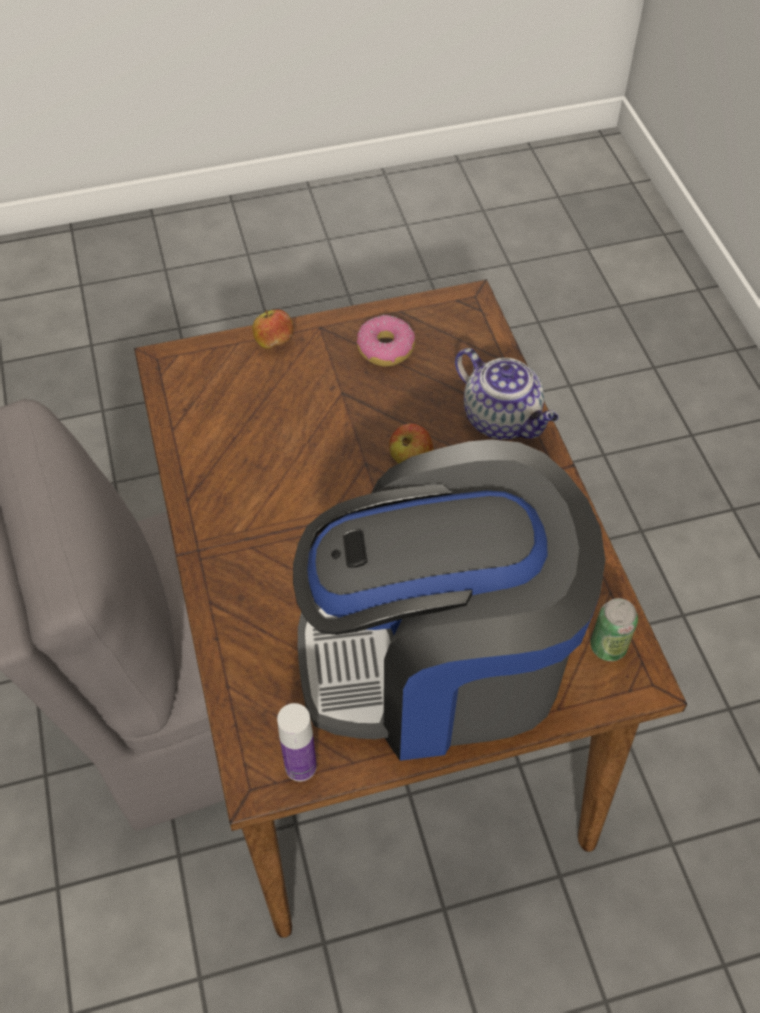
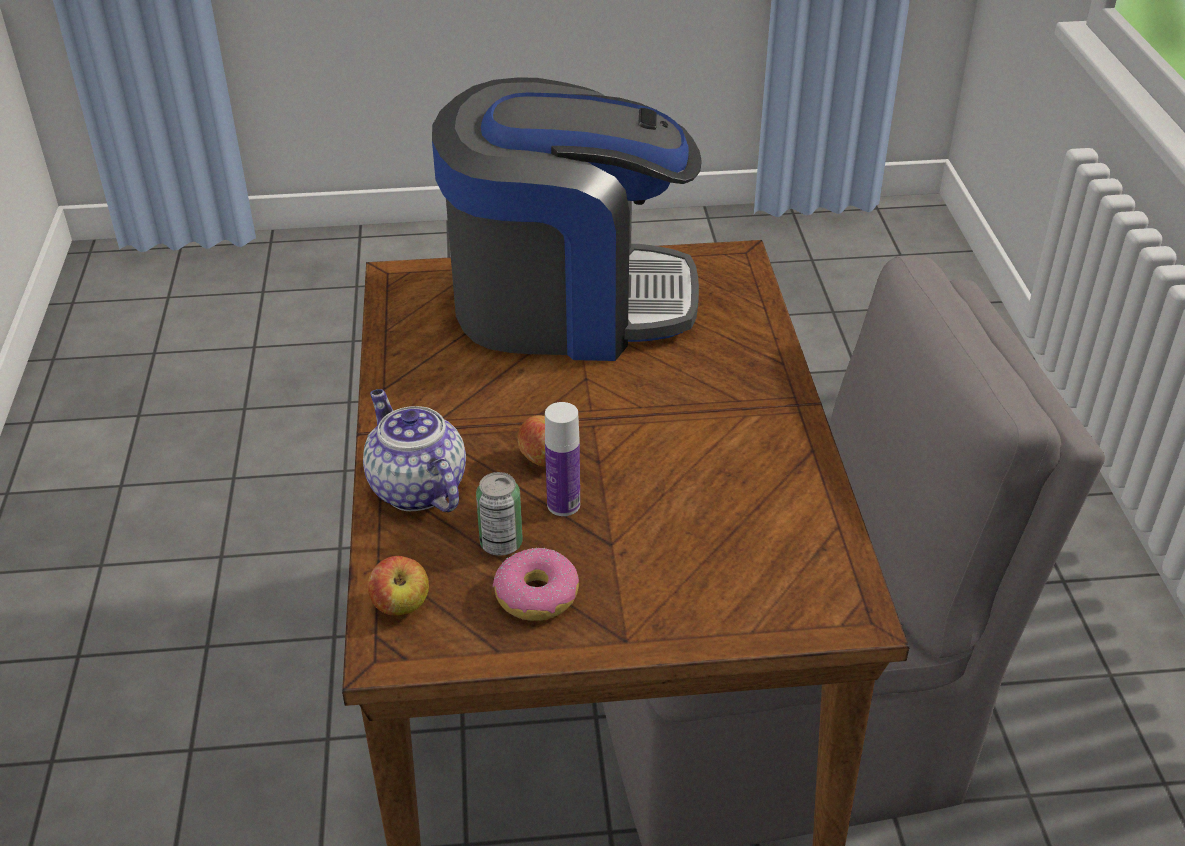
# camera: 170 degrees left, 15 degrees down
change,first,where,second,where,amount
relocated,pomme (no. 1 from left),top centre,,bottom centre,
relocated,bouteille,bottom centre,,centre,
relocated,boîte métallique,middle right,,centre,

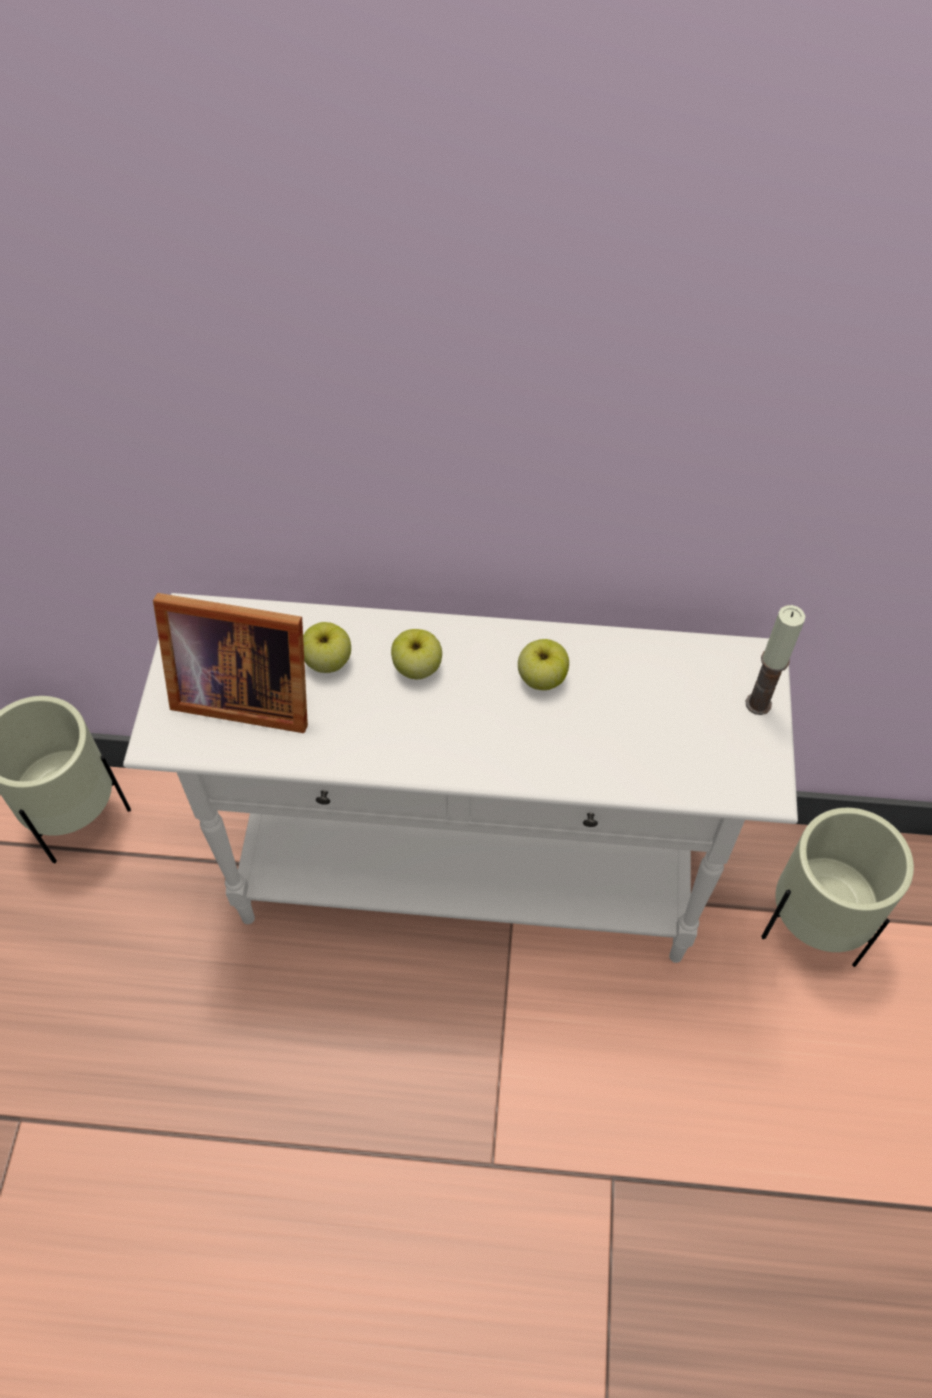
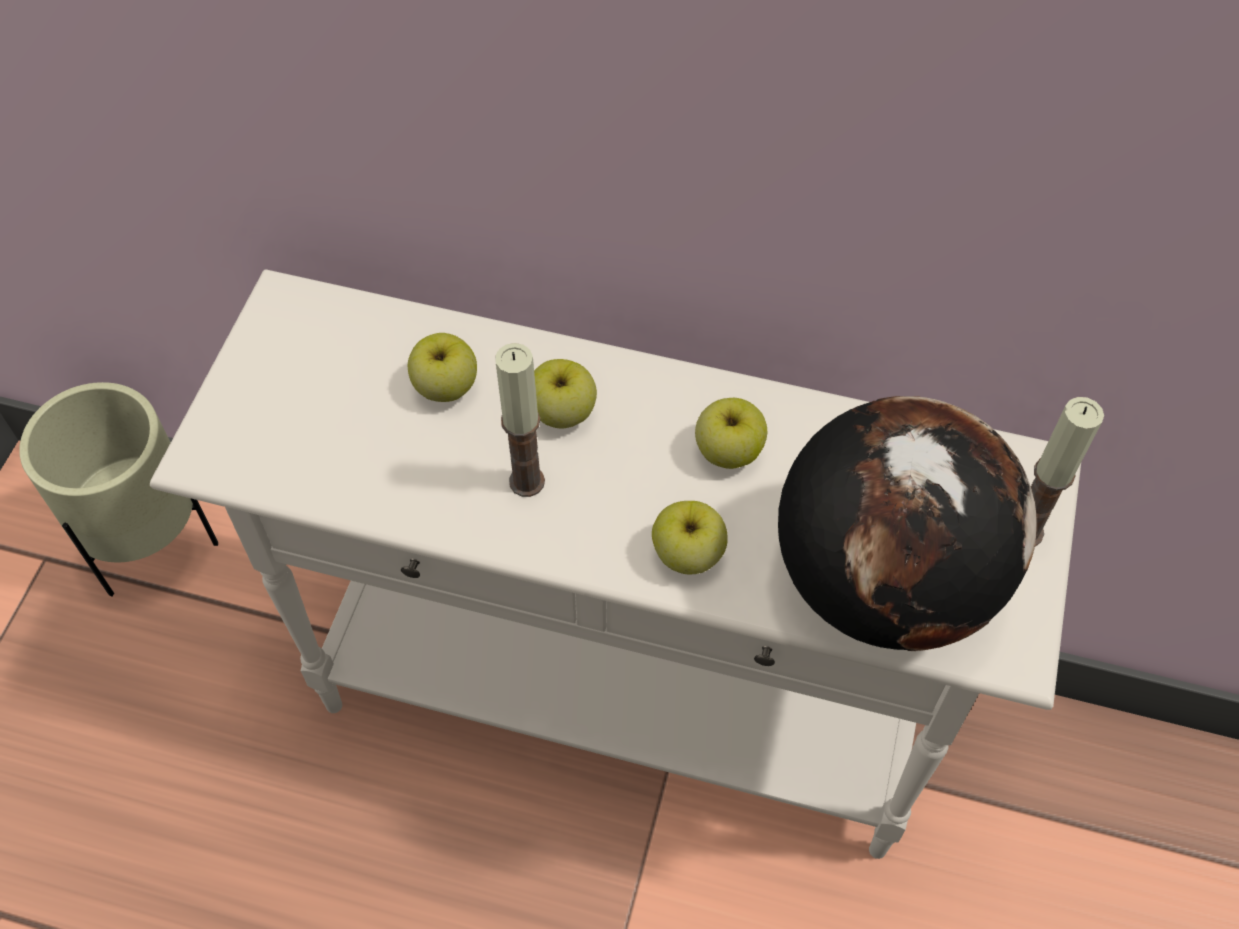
# camera: 10 degrees right, 0 degrees up
change,first,where,second,where,amount
missing,cadre photo,middle left,,,
missing,cache-pot (beige) (no. 2 from left),middle right,,,
appeared,,,bougie (no. 1 from left),centre,
appeared,,,pomme (no. 3 from left),centre,
appeared,,,globe,middle right,

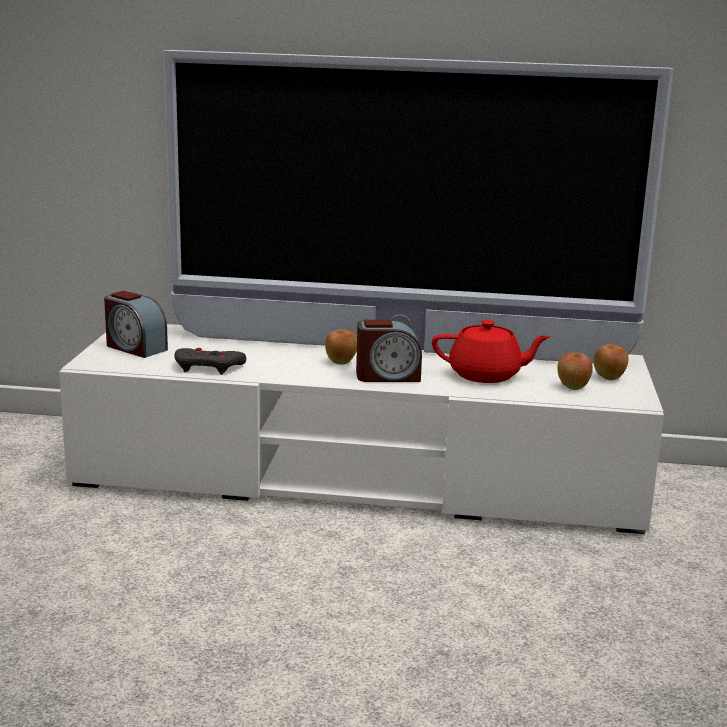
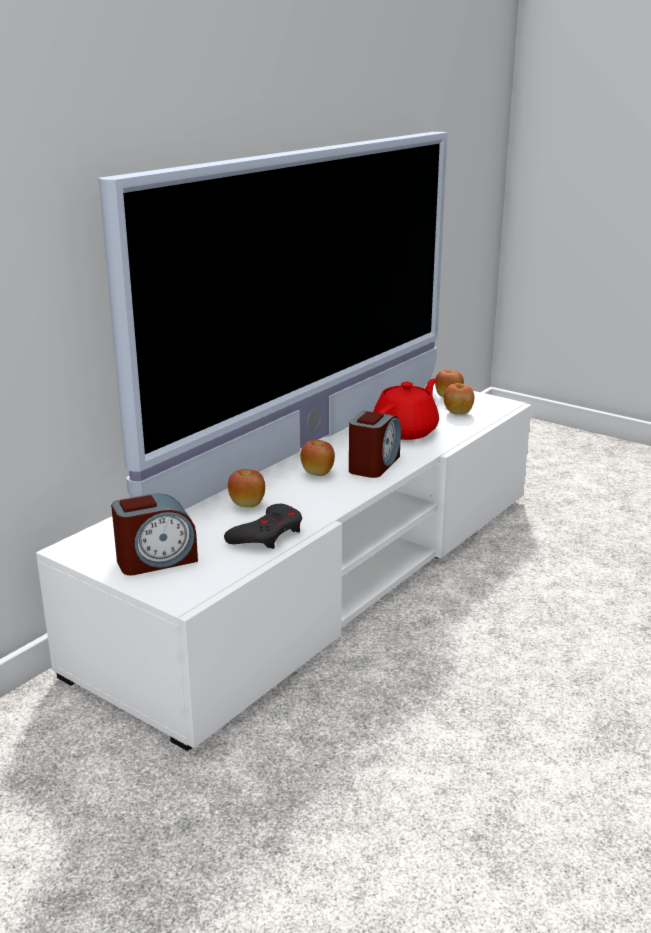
# camera: 60 degrees left, 5 degrees up
change,first,where,second,where,amount
appeared,,,pomme (no. 1 from left),centre,

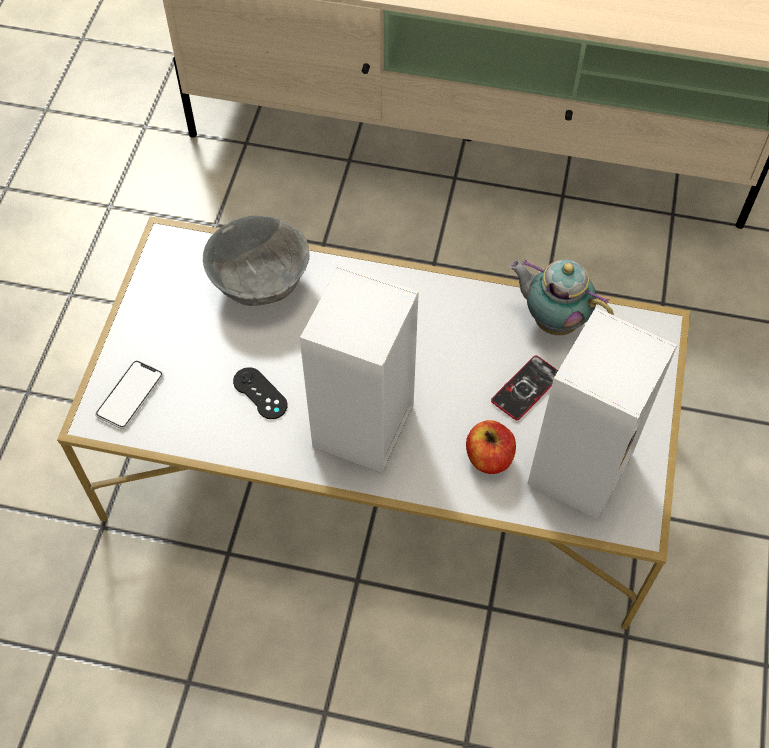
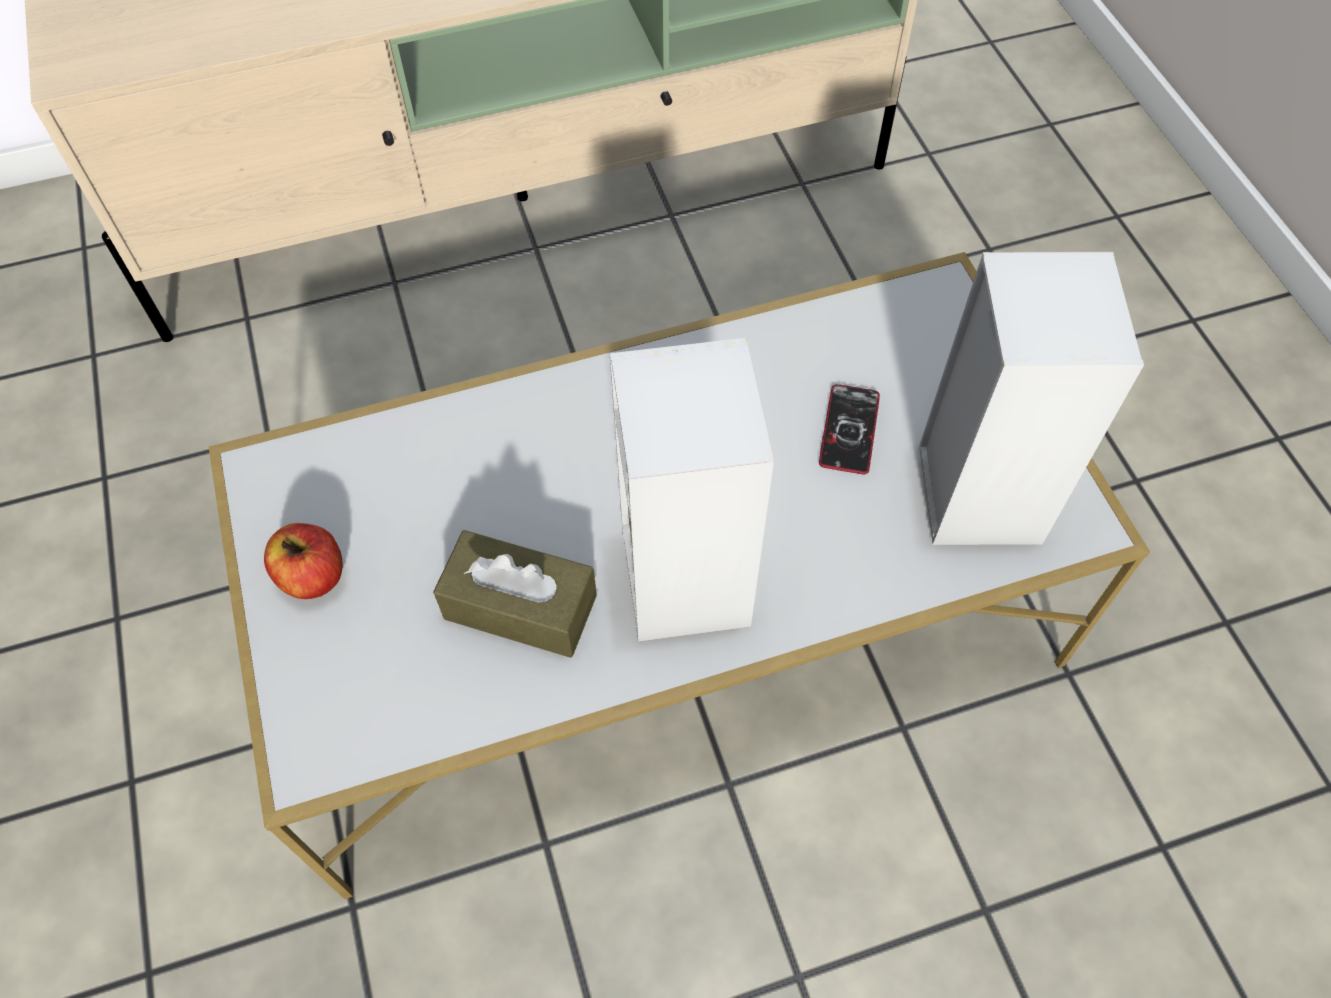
# camera: 30 degrees left, 0 degrees up
change,first,where,second,where,amount
missing,téléphone (no. 1 from left),middle left,,,
missing,bol (gris),middle left,,,
exchanged,manette (noir),centre,boîte à mouchoirs (marron),centre,
relocated,pomme,centre,,middle left,
missing,théière,middle right,,,

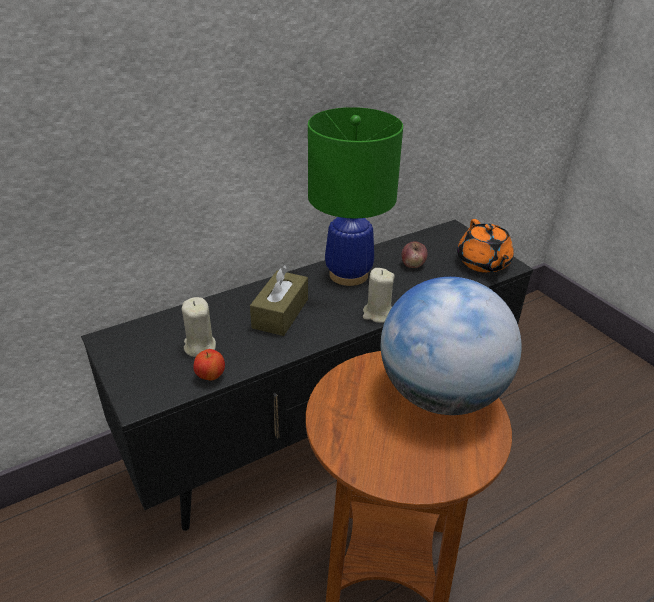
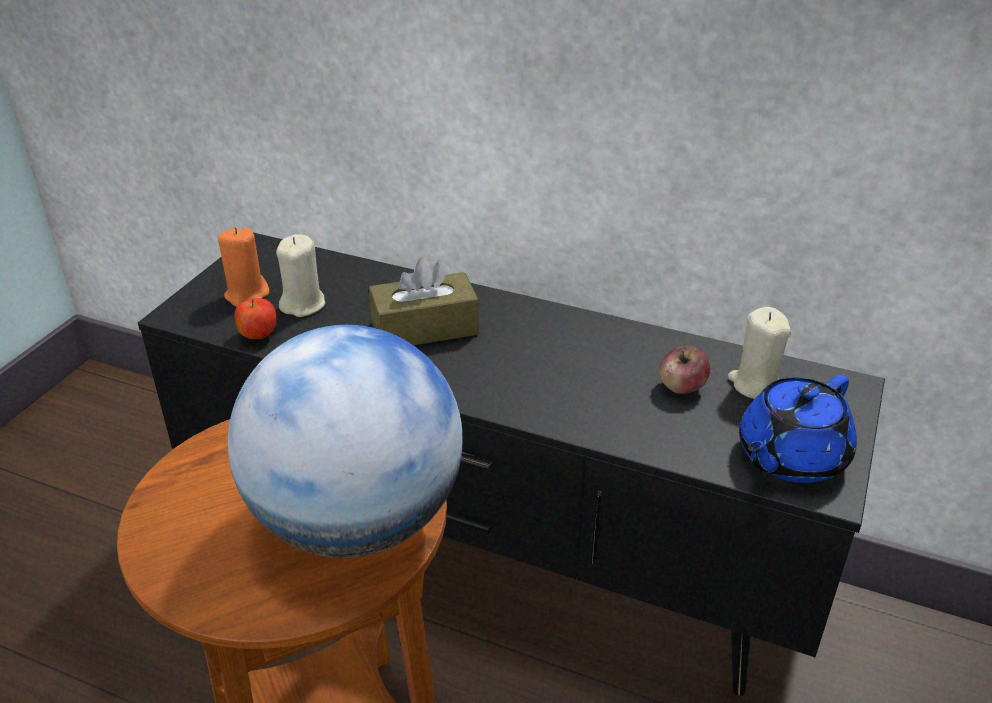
# camera: 55 degrees right, 0 degrees up
change,first,where,second,where,amount
missing,lampe de table (vert),top centre,,,
relocated,bougie (beige) (no. 2 from left),centre,,middle right,
colour,théière (orange),middle right,théière (bleu),middle right,
appeared,,,bougie (orange),middle left,

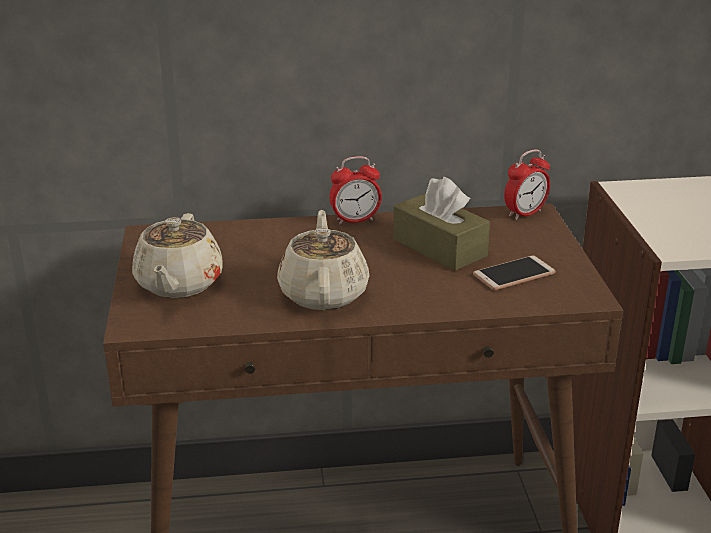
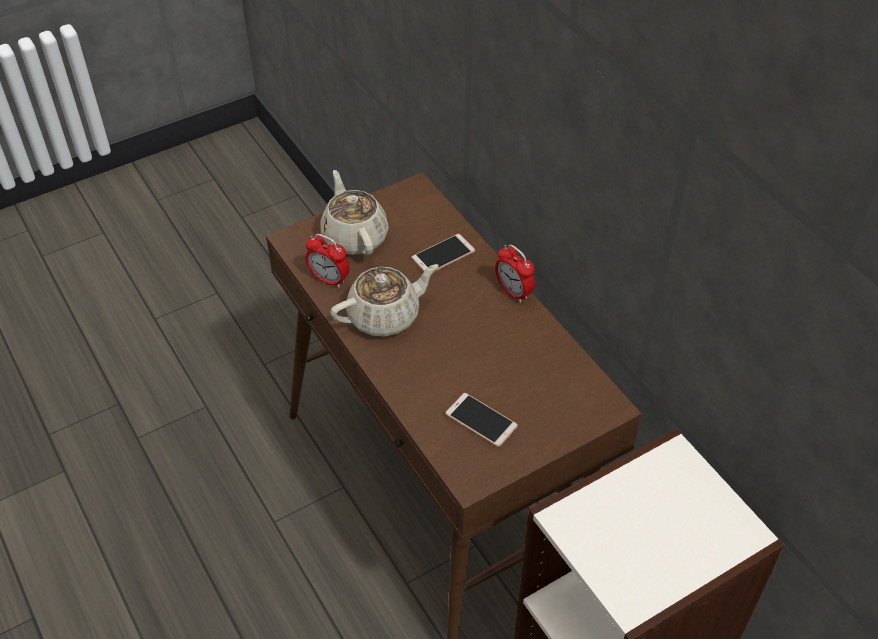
# camera: 65 degrees right, 20 degrees up
change,first,where,second,where,amount
spun,théière (beige) (no. 1 from left),middle left,,top centre,90 degrees clockwise
missing,boîte à mouchoirs (marron),centre,,,
relocated,réveil (no. 2 from left in the first image),middle right,réveil (no. 1 from left),centre,
appeared,,,téléphone (no. 1 from left),centre,

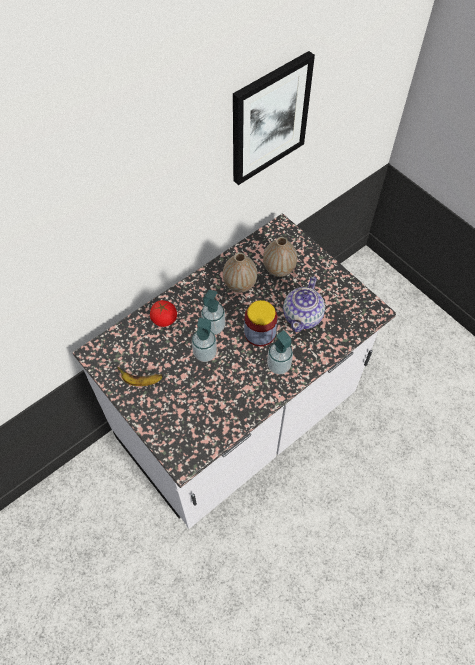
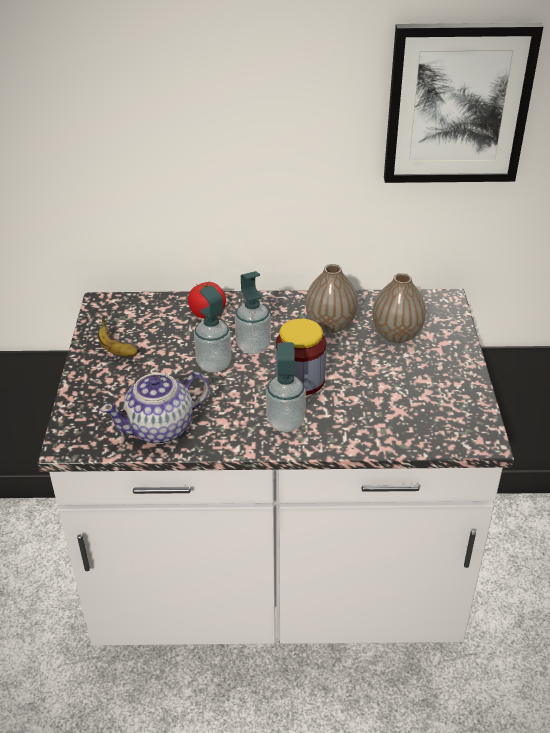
# camera: 40 degrees right, 20 degrees down
change,first,where,second,where,amount
relocated,théière,centre,,middle left,

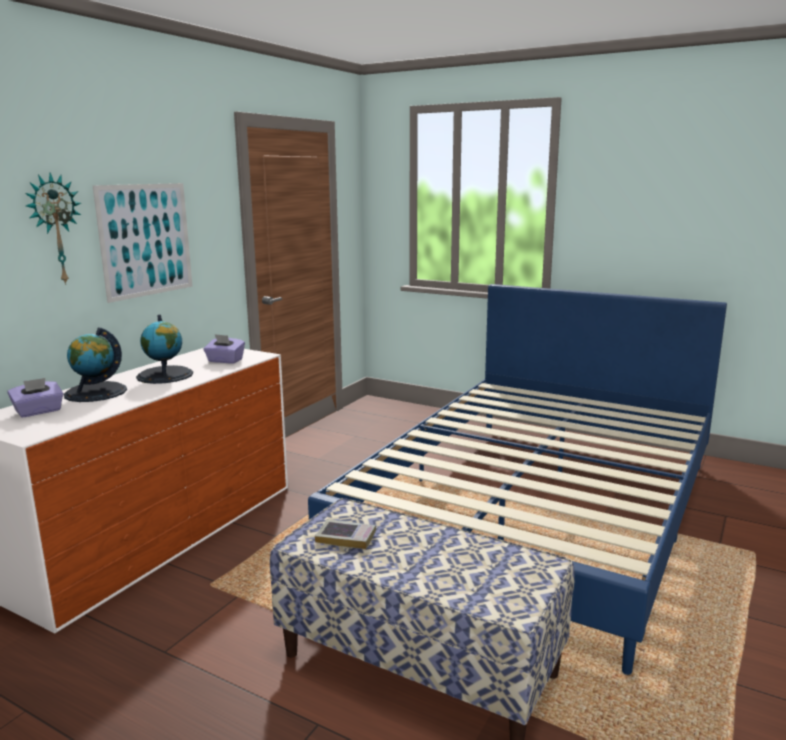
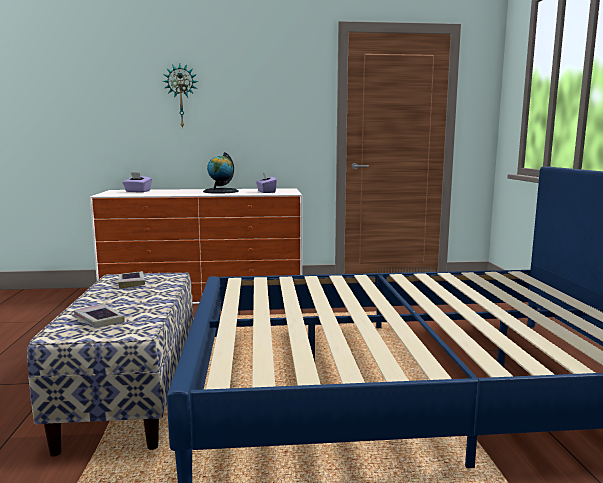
# camera: 55 degrees right, 5 degrees down
change,first,where,second,where,amount
missing,globe (no. 1 from left),middle left,,,
missing,tableau,top left,,,
appeared,,,livre (no. 1 from left),middle left,

